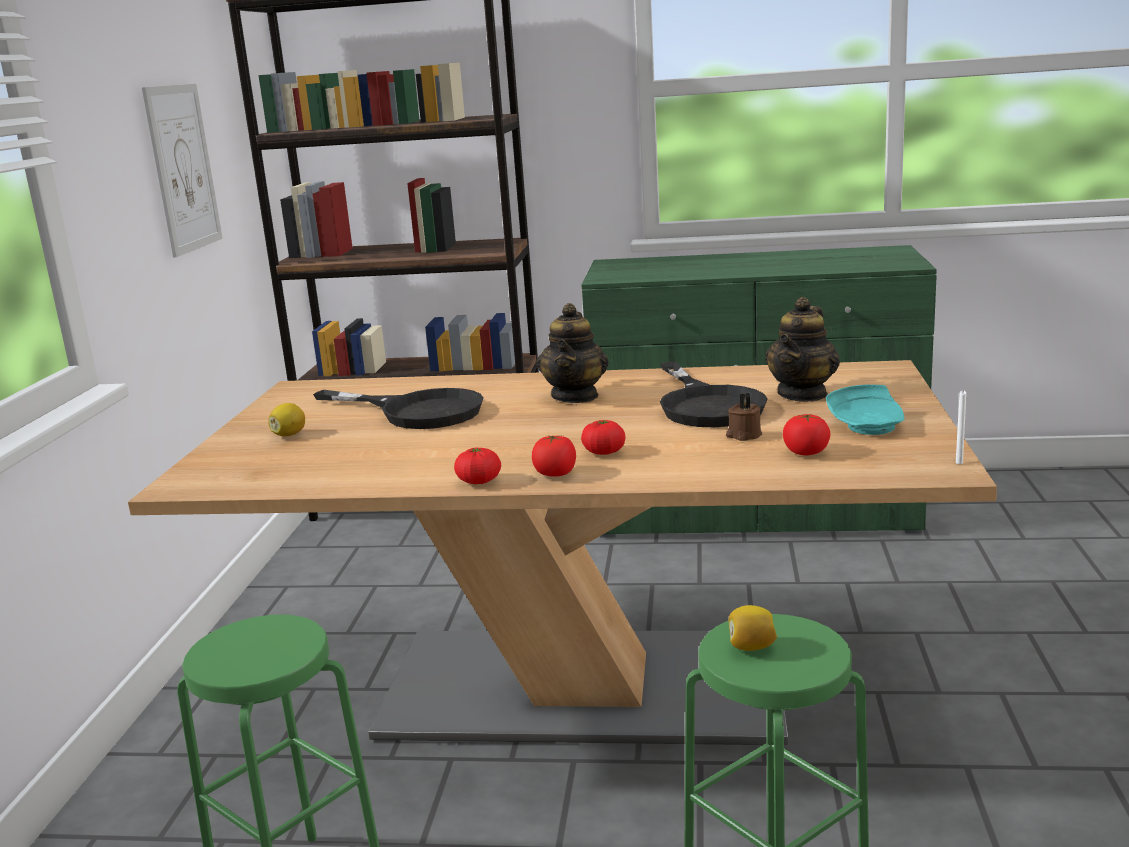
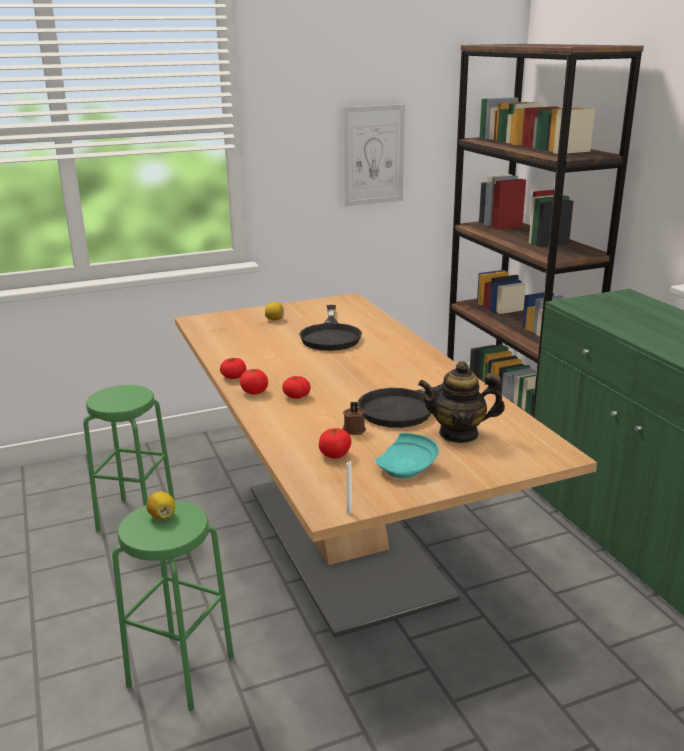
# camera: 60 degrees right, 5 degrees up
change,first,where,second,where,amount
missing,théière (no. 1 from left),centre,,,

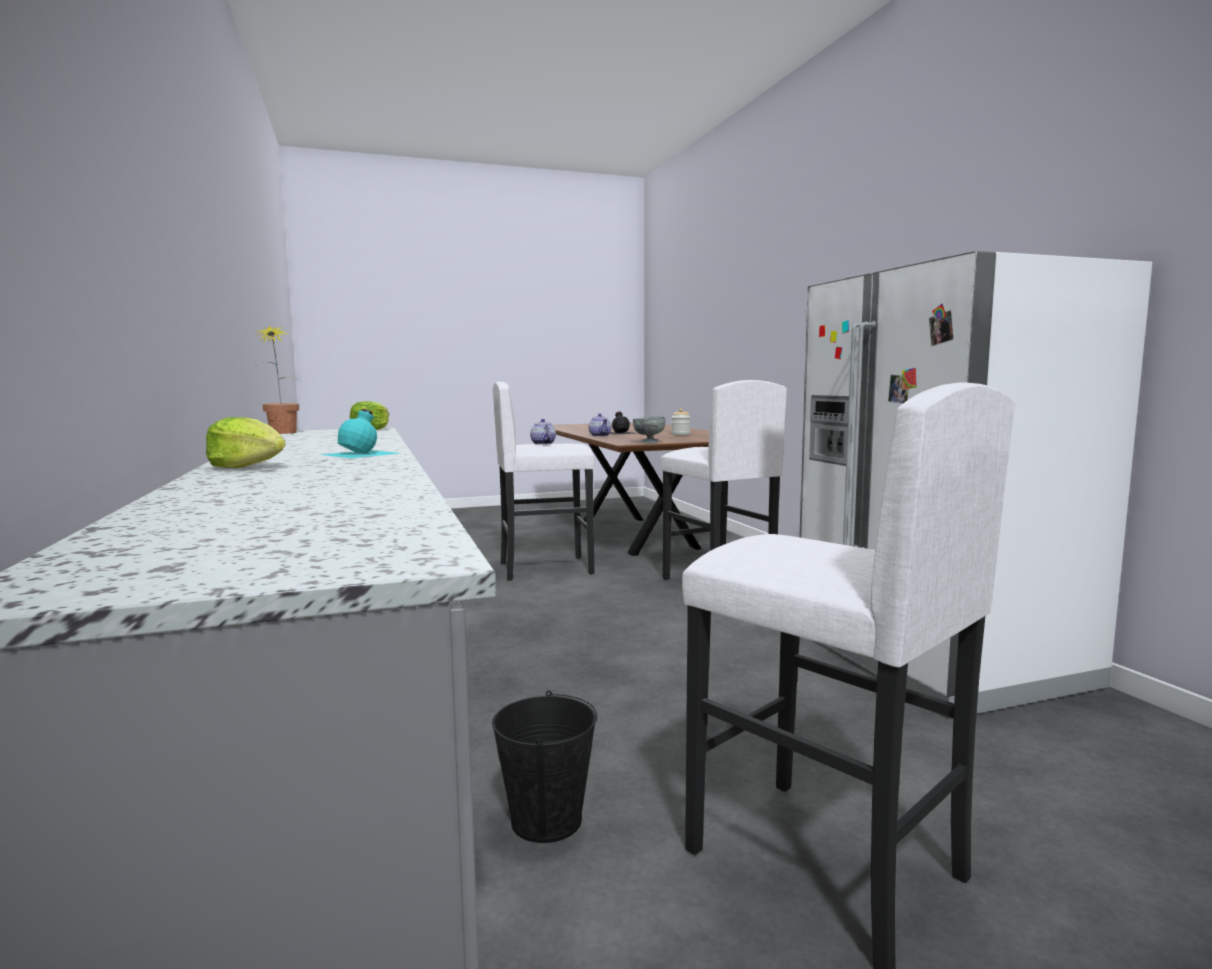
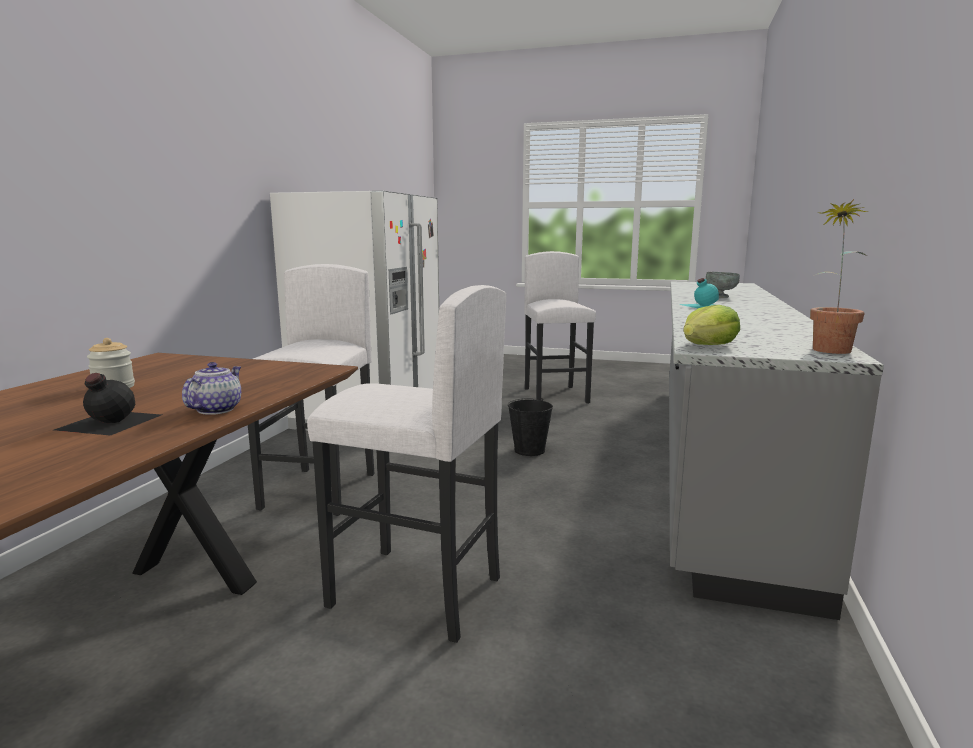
# camera: 145 degrees left, 5 degrees up
change,first,where,second,where,amount
missing,laitue (no. 1 from left),middle left,,,
relocated,seau (noir),bottom centre,,centre,
missing,théière (no. 1 from left),centre,,,
relocated,bol (gris),centre,,middle right,

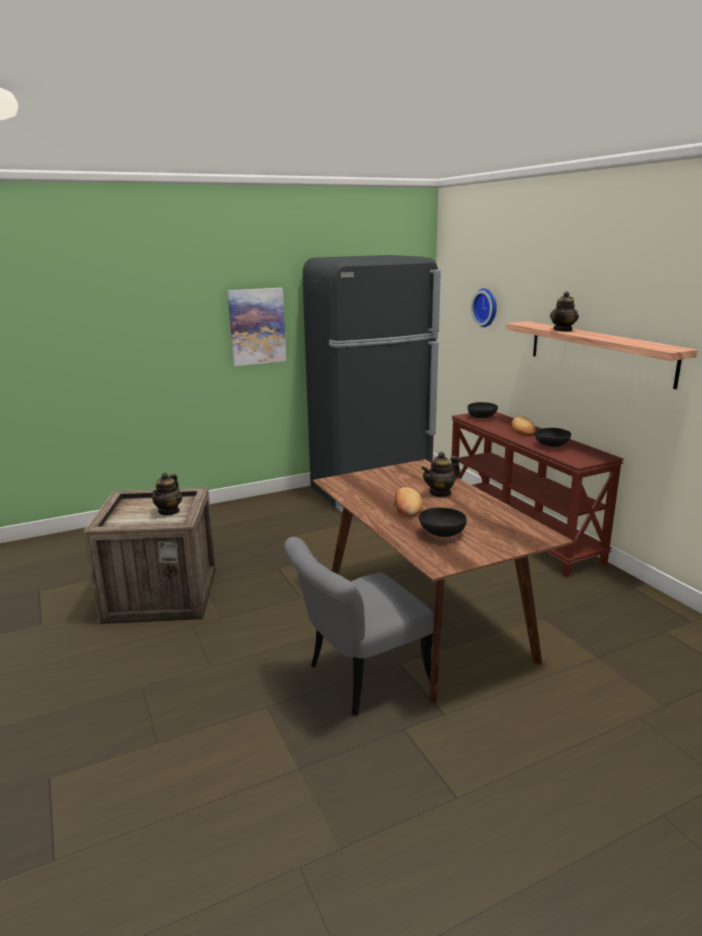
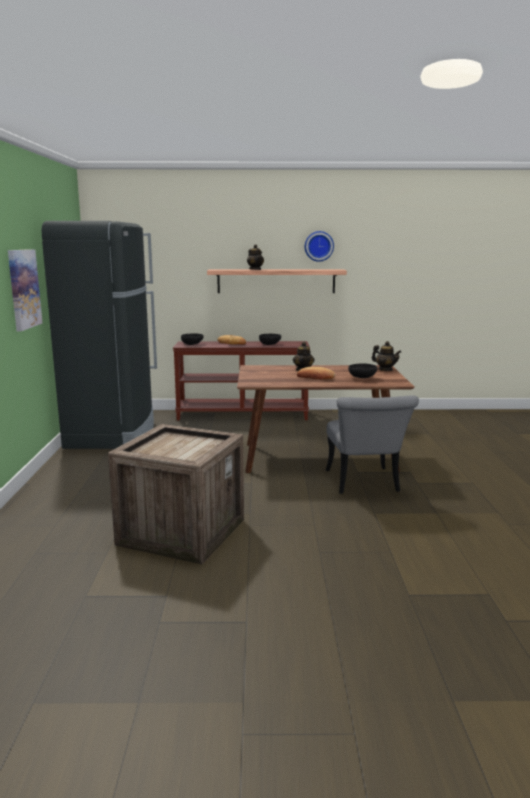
# camera: 65 degrees left, 5 degrees down
change,first,where,second,where,amount
relocated,théière (no. 1 from left in the first image),middle left,théière (no. 3 from left),middle right,
relocated,horloge murale,top right,,top centre,

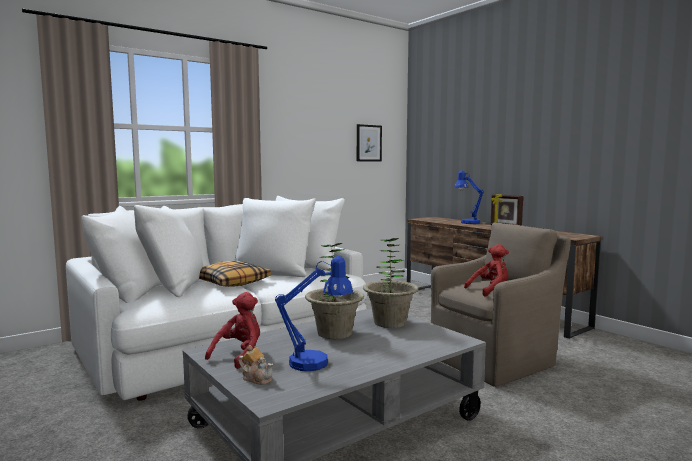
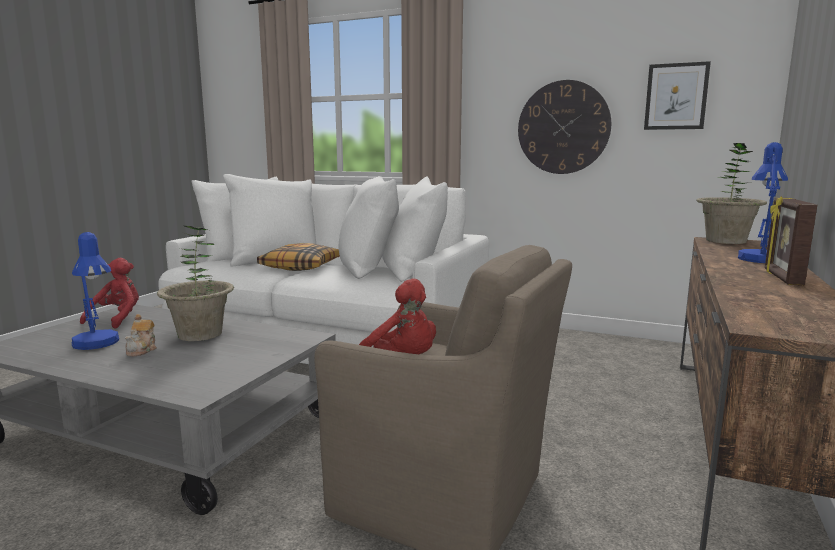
# camera: 60 degrees right, 5 degrees up
change,first,where,second,where,amount
spun,peluche (rouge) (no. 1 from left),bottom centre,,middle left,75 degrees counterclockwise
relocated,théière,bottom centre,,middle left,
relocated,plante en pot (no. 2 from left),centre,,middle right,
appeared,,,horloge murale,top right,

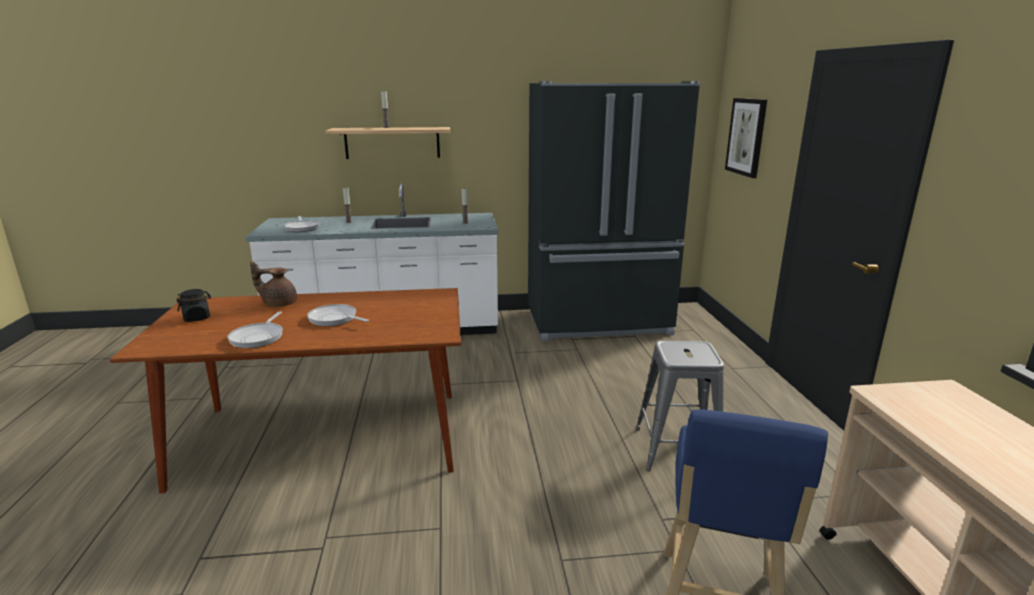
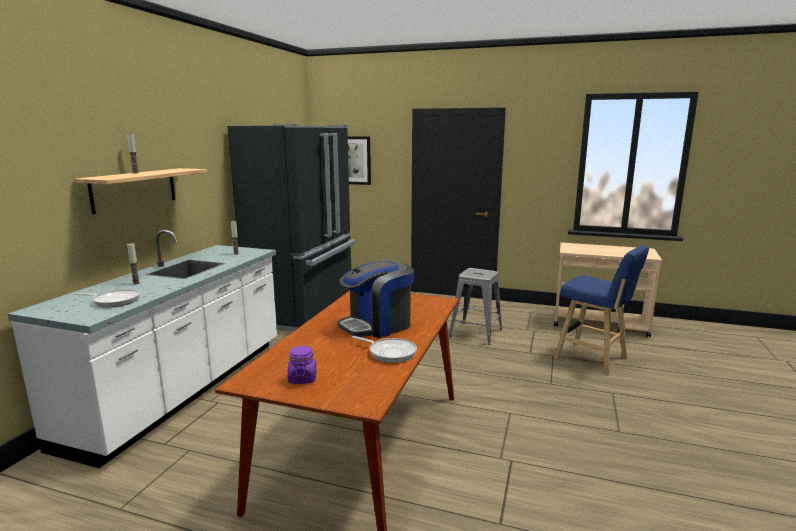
# camera: 65 degrees left, 5 degrees down
change,first,where,second,where,amount
colour,bocal (noir),middle left,bocal (violet),bottom centre,
missing,théière (marron),middle left,,,
exchanged,poêle (no. 3 from left),middle left,machine à café,centre,

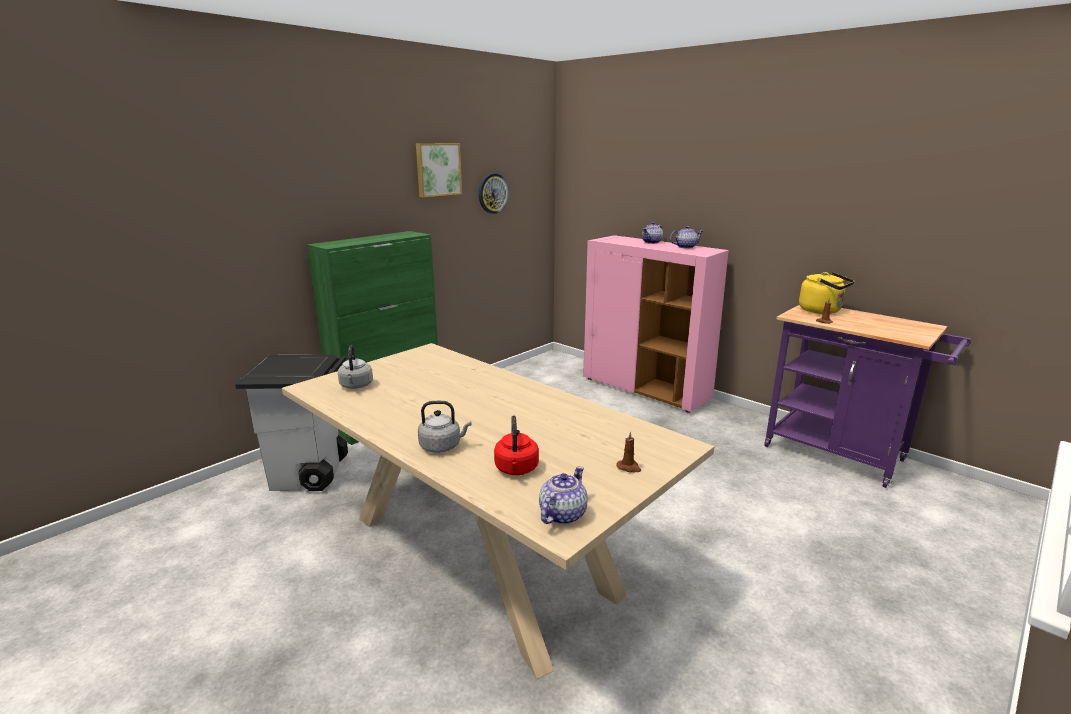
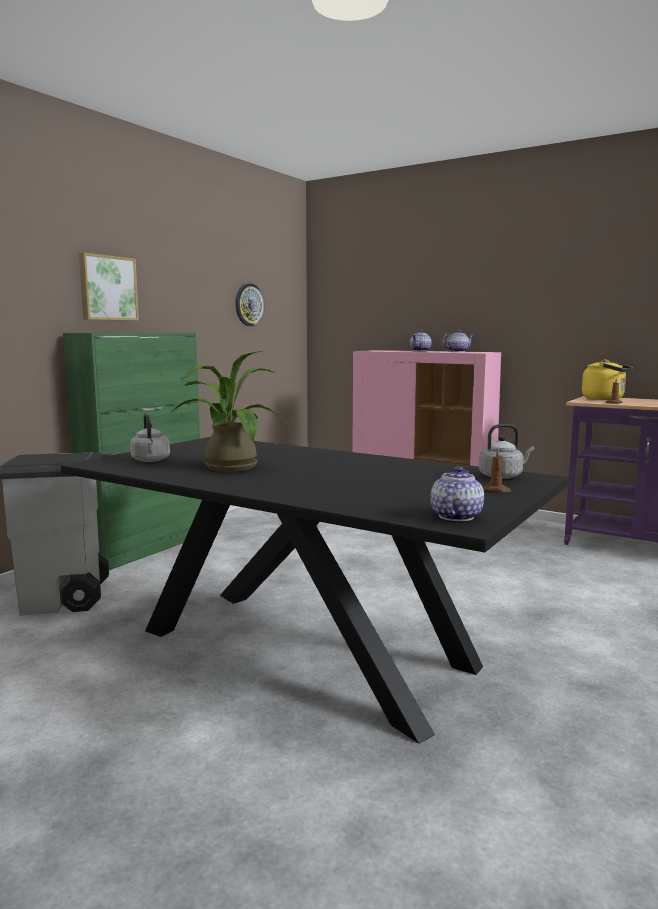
# camera: 10 degrees left, 10 degrees down
change,first,where,second,where,amount
colour,table à manger (beige),bottom centre,table à manger (noir),centre,
relocated,tableau,top centre,,top left,
relocated,bouilloire (gris) (no. 2 from left),centre,,middle right,
missing,bouilloire (rouge),centre,,,
appeared,,,plante en pot,centre,

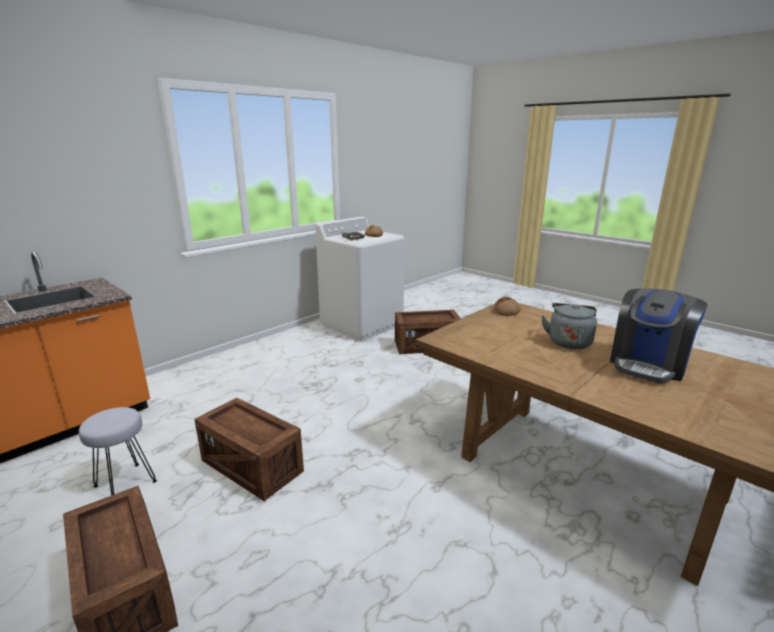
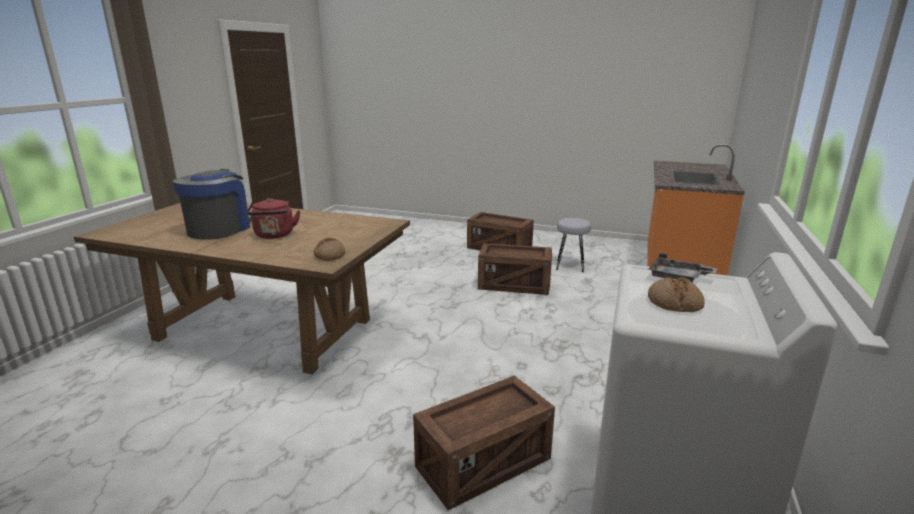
# camera: 155 degrees right, 0 degrees up
change,first,where,second,where,amount
colour,bouilloire (gris),middle right,bouilloire (rouge),middle left,

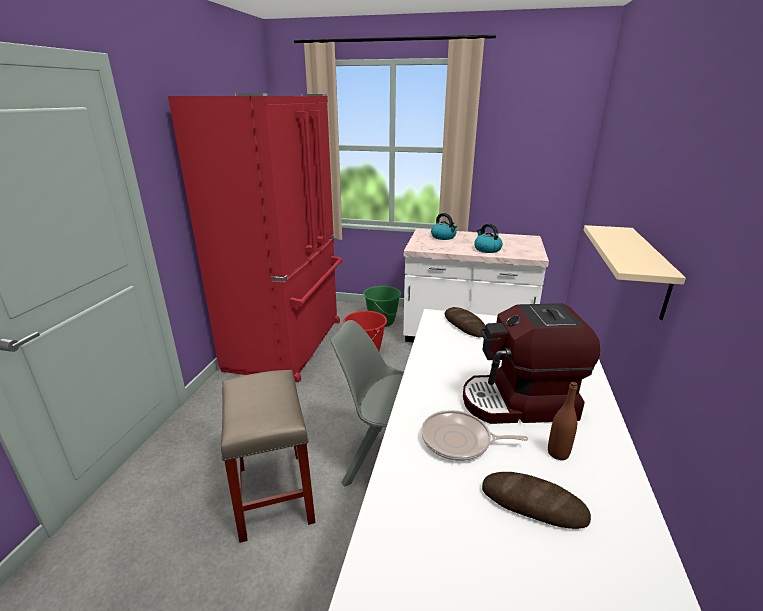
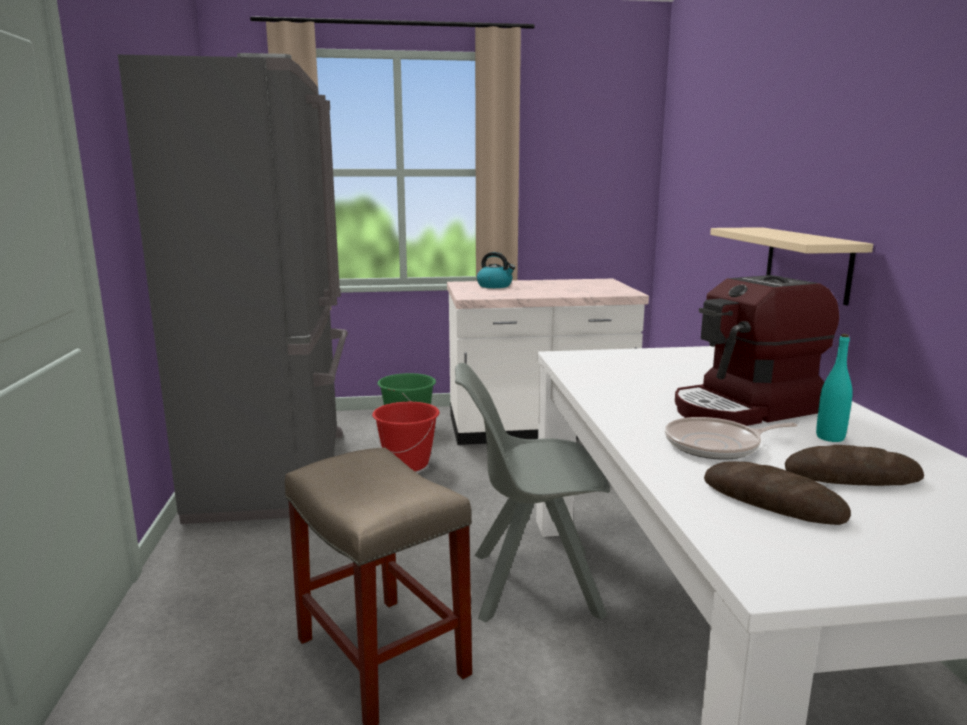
# camera: 20 degrees left, 10 degrees down
change,first,where,second,where,amount
colour,réfrigérateur (rouge),centre,réfrigérateur (gris),middle left,
relocated,pain (no. 1 from left),centre,,bottom right,
missing,bouilloire (no. 2 from left),centre,,,
colour,bouteille (marron),bottom right,bouteille (turquoise),middle right,

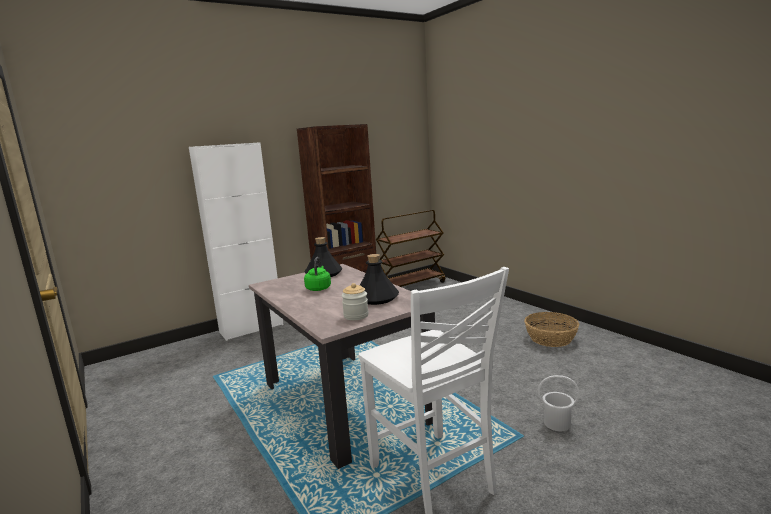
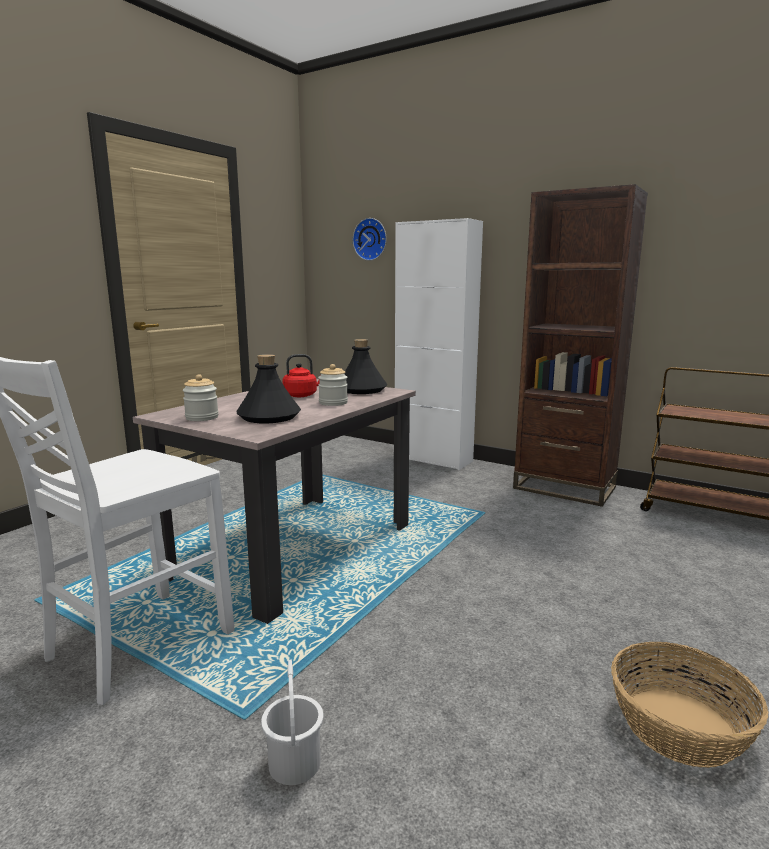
# camera: 65 degrees right, 0 degrees up
change,first,where,second,where,amount
colour,bouilloire (vert),centre,bouilloire (rouge),centre,
appeared,,,bocal (no. 2 from left),centre,
appeared,,,horloge murale,top centre,

